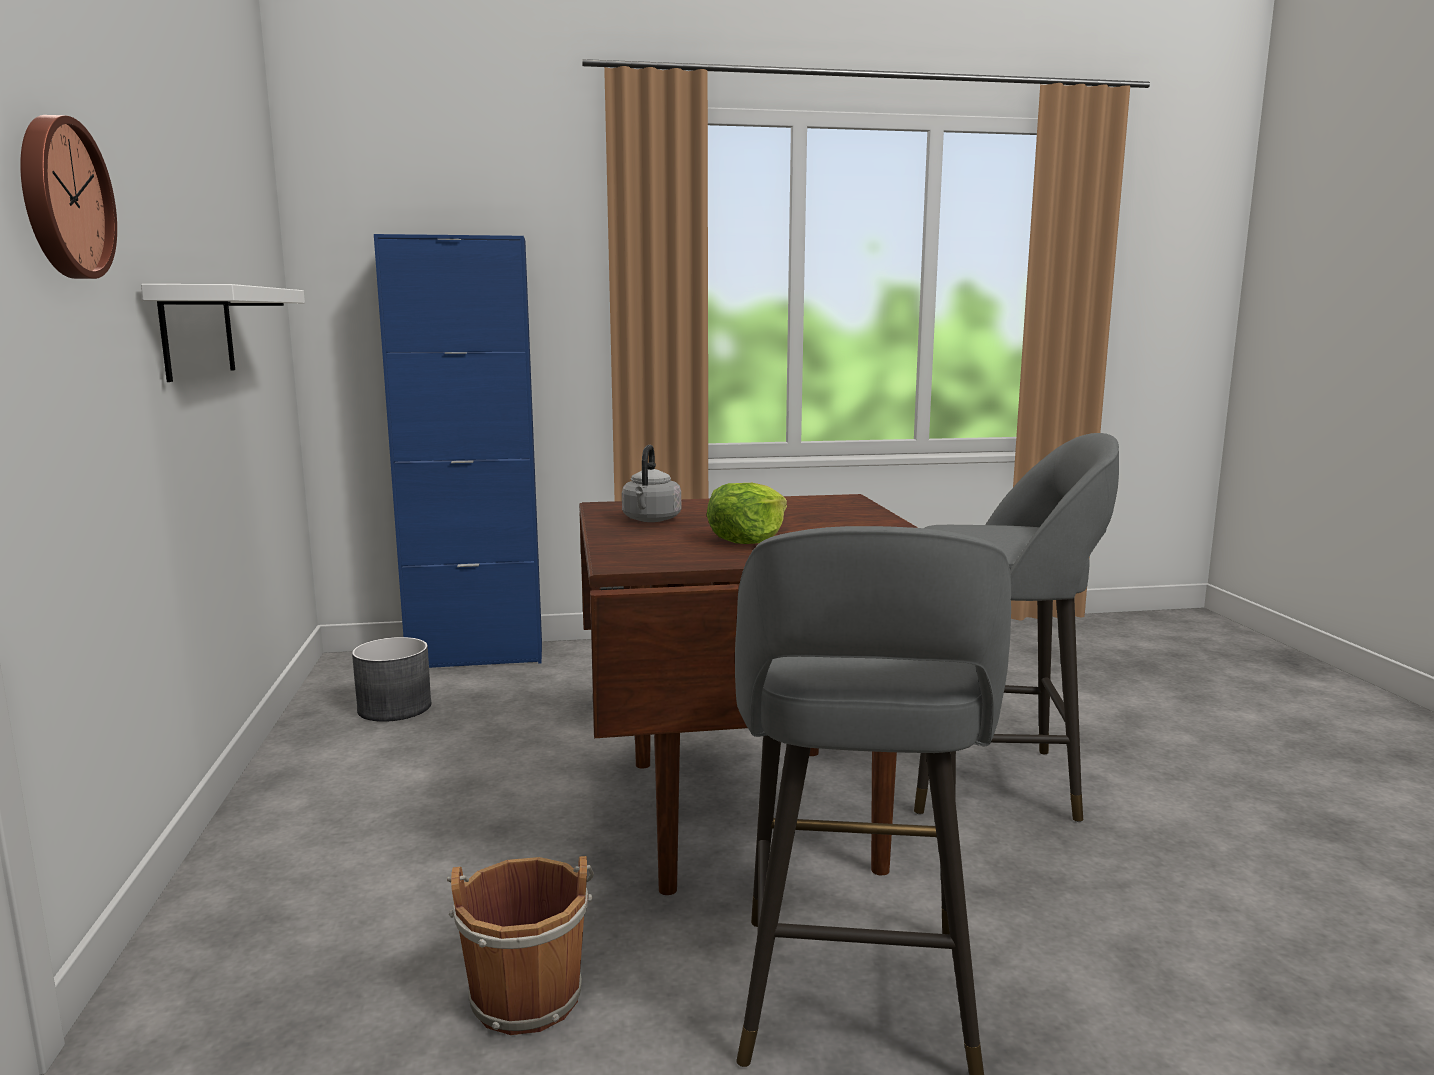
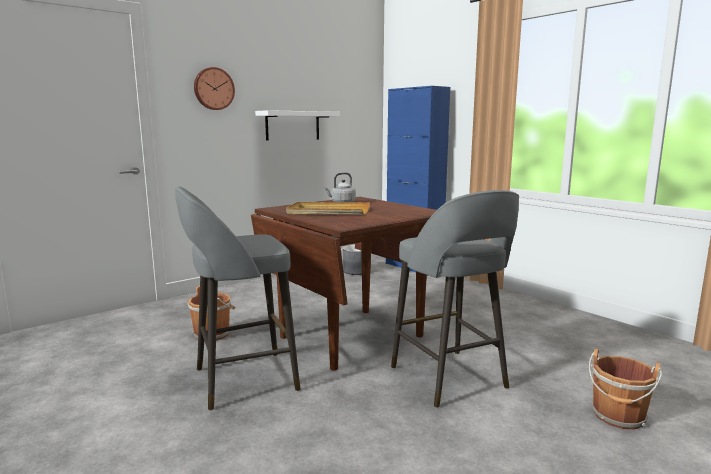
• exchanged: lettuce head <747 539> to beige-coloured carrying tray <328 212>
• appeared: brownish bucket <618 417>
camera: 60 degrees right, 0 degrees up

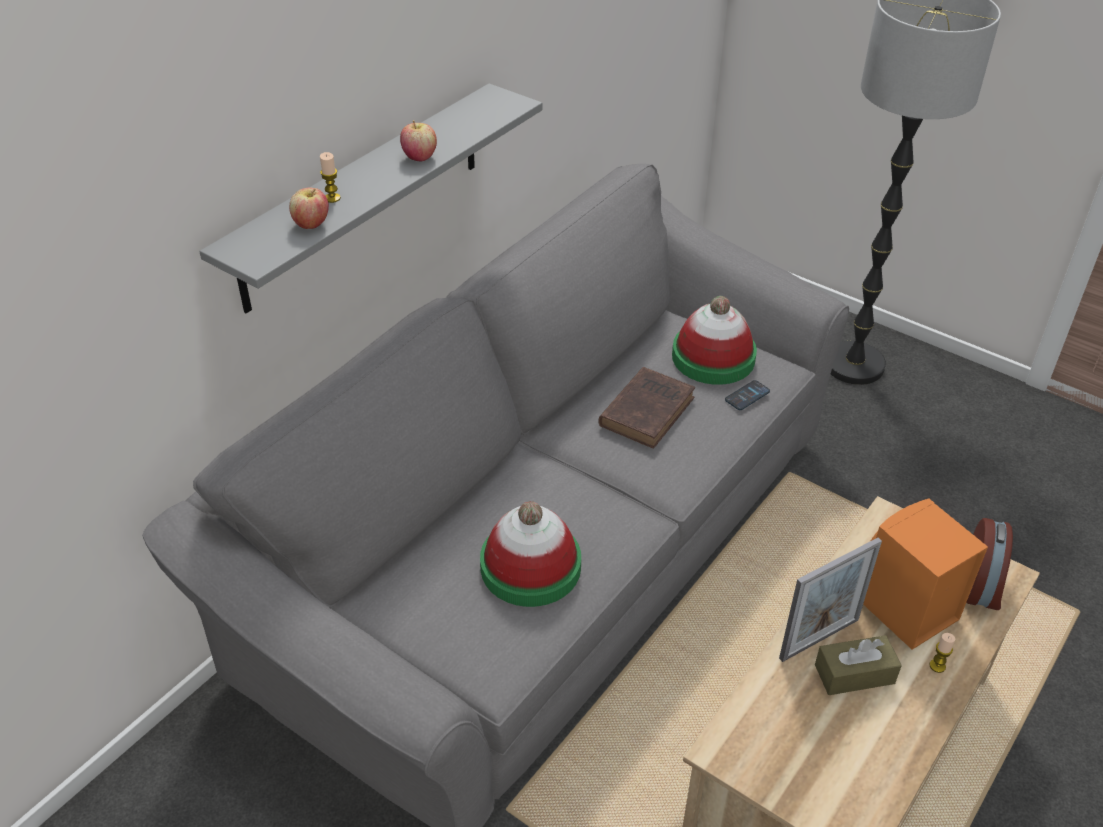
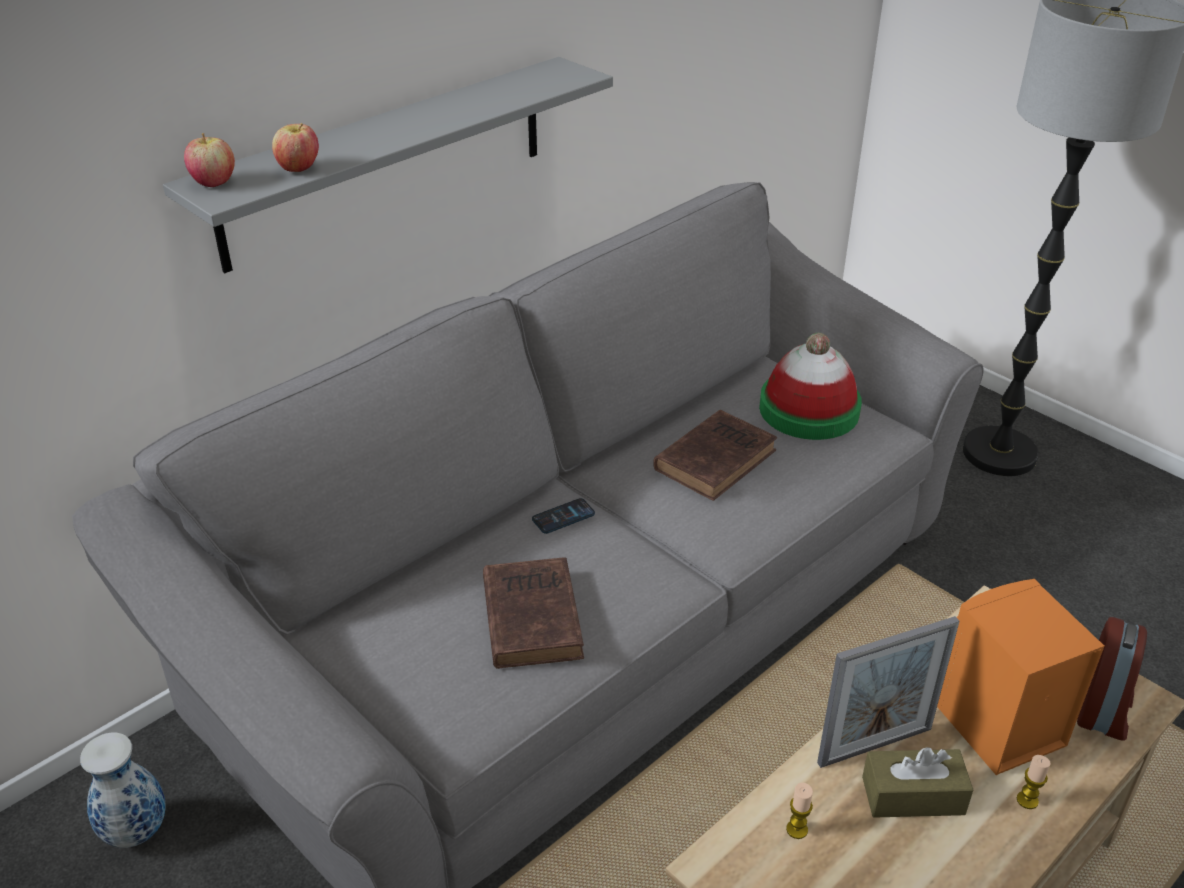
• relocated: wax candle <332 198> to <797 829>
• relocated: apple fruit <419 157> to <214 182>
• exchanged: clothing hat <530 566> to brownish volume <531 615>
• relocated: phone <747 396> to <563 517>
• appeared: vase <135 831>
camera: 10 degrees right, 5 degrees down

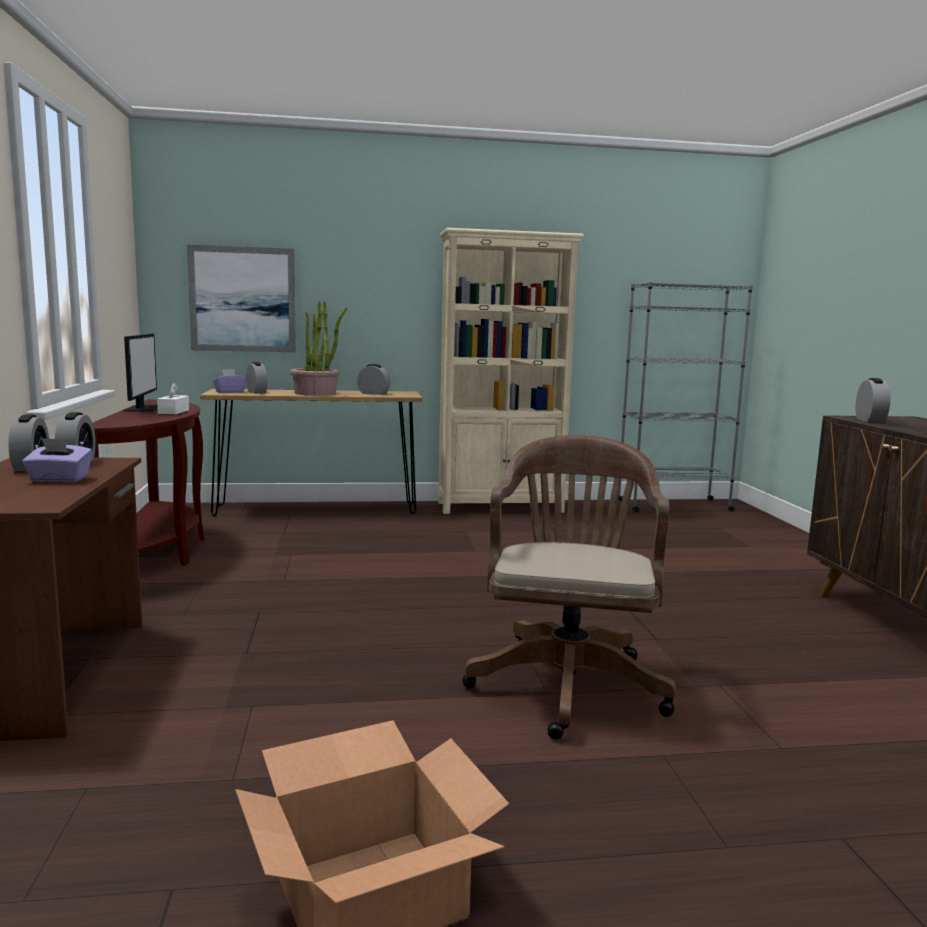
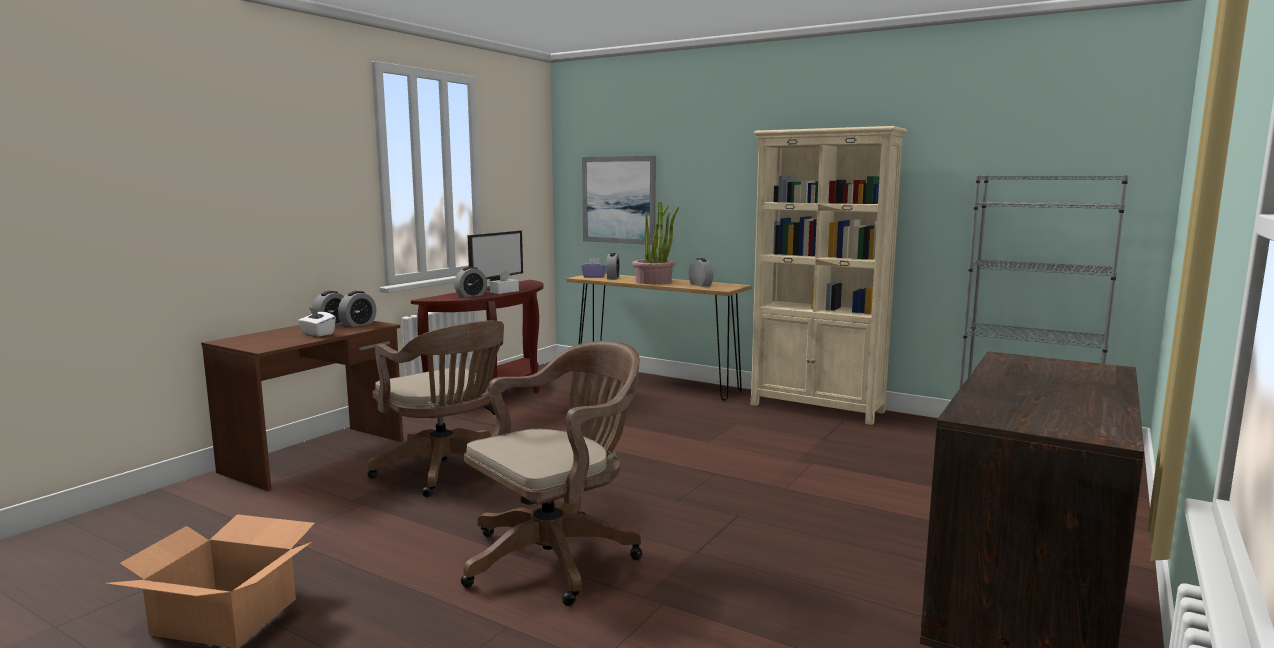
• colour: purplish box of tissues <59 479> to white box of tissues <317 334>
• relocated: alarm clock <870 420> to <471 295>
• appeared: brownish computer chair <446 471>
camera: 40 degrees right, 0 degrees up

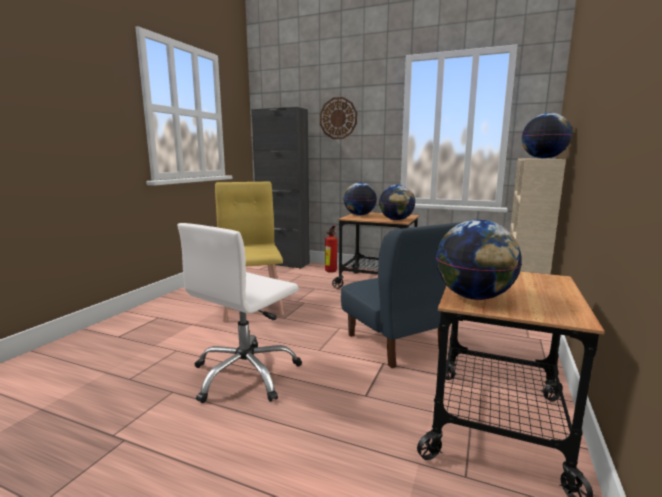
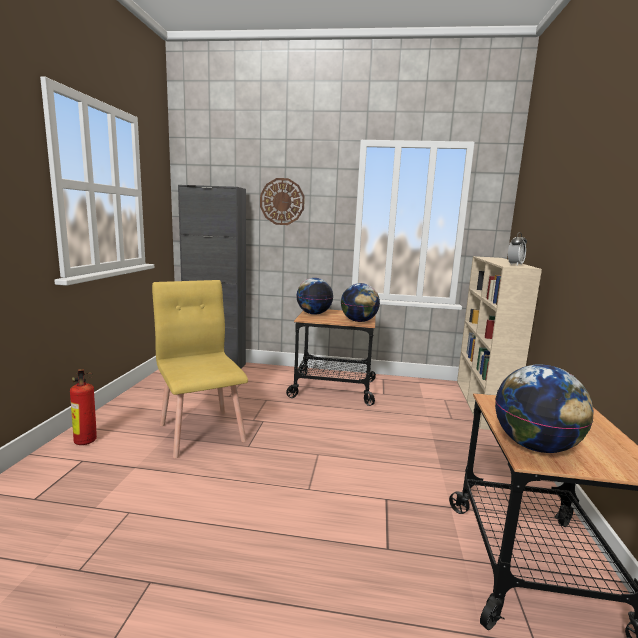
• missing: white computer chair <246 374>
• relocated: fire-fighting cylinder <331 272> to <85 443>
• missing: blue-coloured upright chair <395 343>
• exchanged: world globe <543 158> to alarm clock <515 265>
camera: 15 degrees left, 0 degrees up

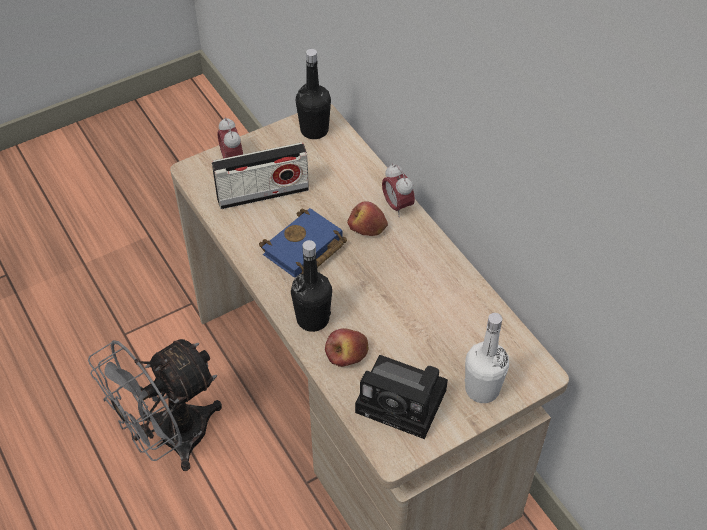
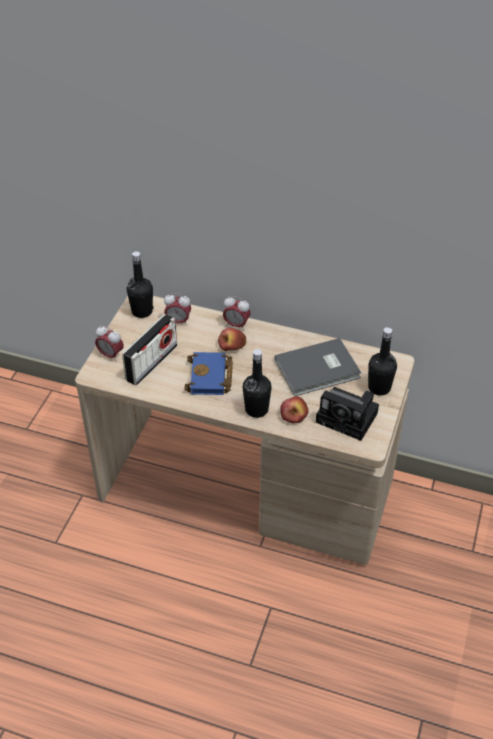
• missing: gray cooling fan <170 439>
• spun: still camera <405 402> = <349 418> 45 degrees clockwise
• colour: white bottle <482 389> to blackish bottle <379 387>
• appeared: alarm clock <178 321>
• appeared: gray volume <319 370>
camera: 40 degrees left, 5 degrees down

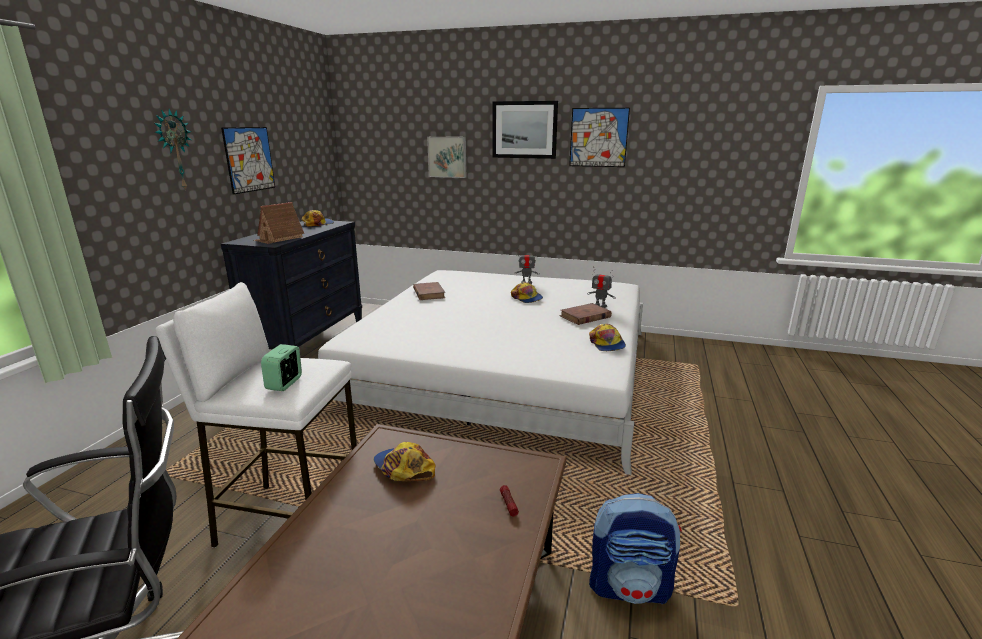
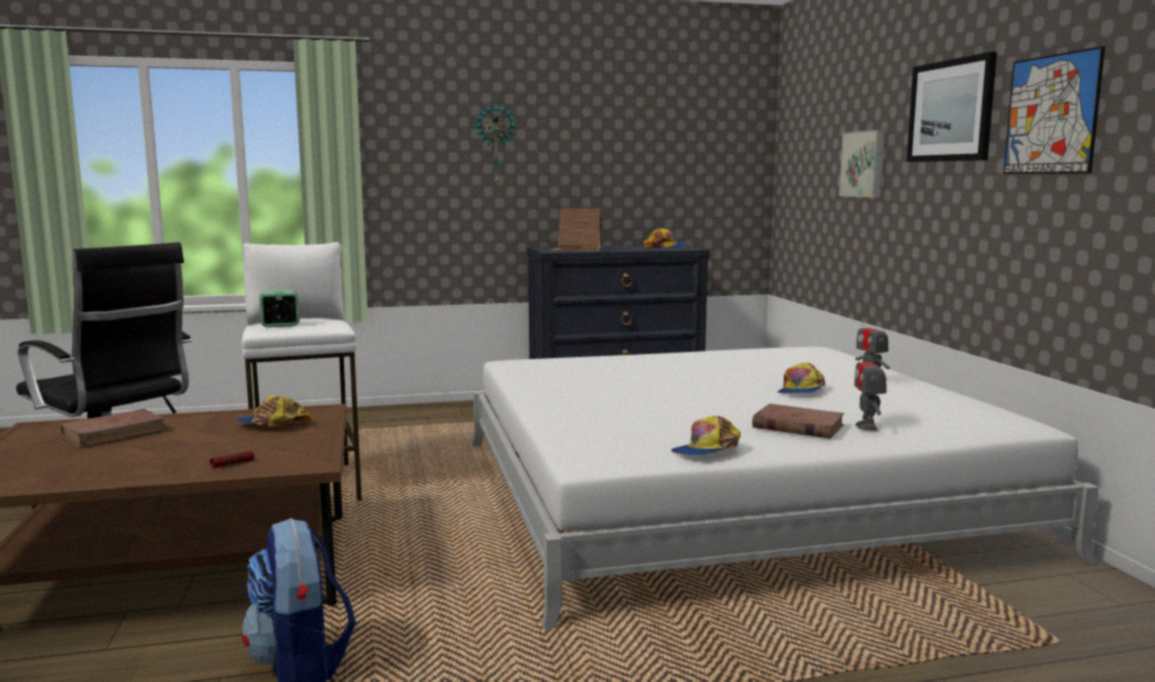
• missing: picture <249 159>
• spun: cap <403 468> = <272 425> 90 degrees counterclockwise
• relocated: brownish volume <429 293> to <114 433>
camera: 60 degrees right, 10 degrees down

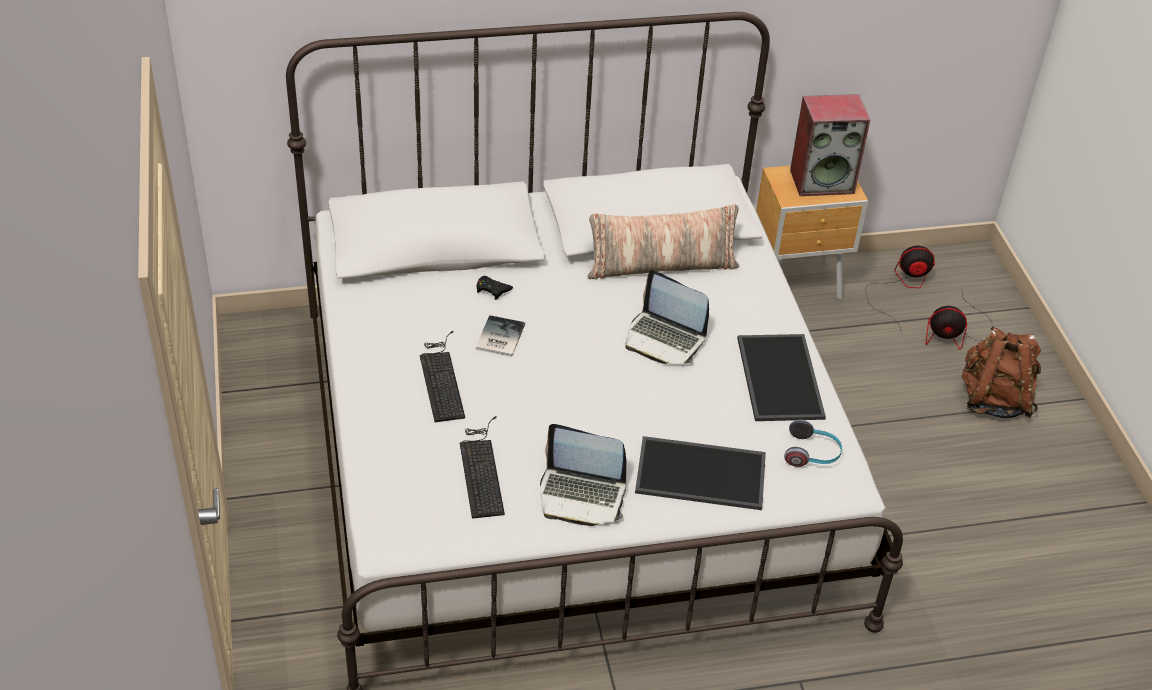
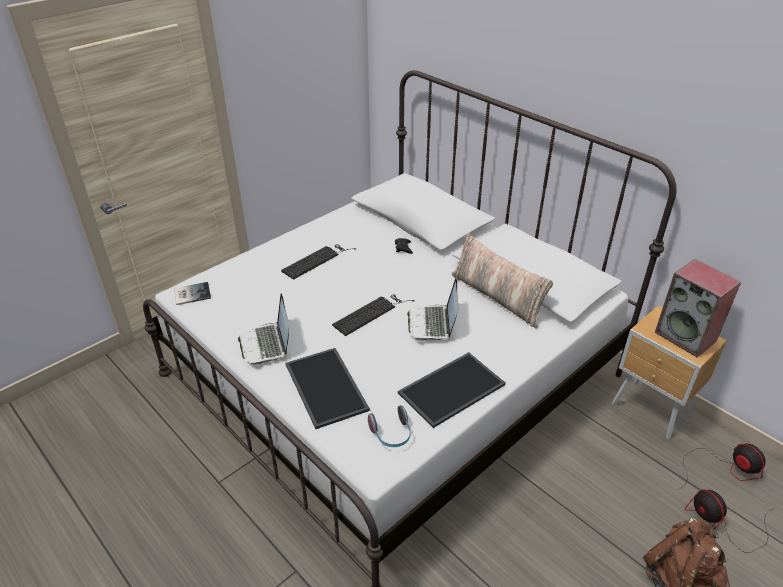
• relocated: PC keyboard <481 469> to <371 313>
• relocated: volume <498 337> to <191 293>
camera: 60 degrees right, 5 degrees down

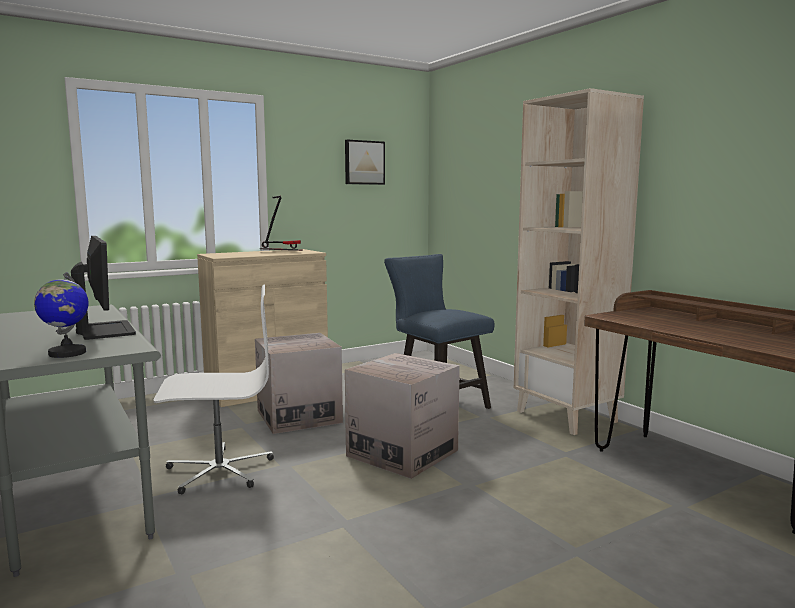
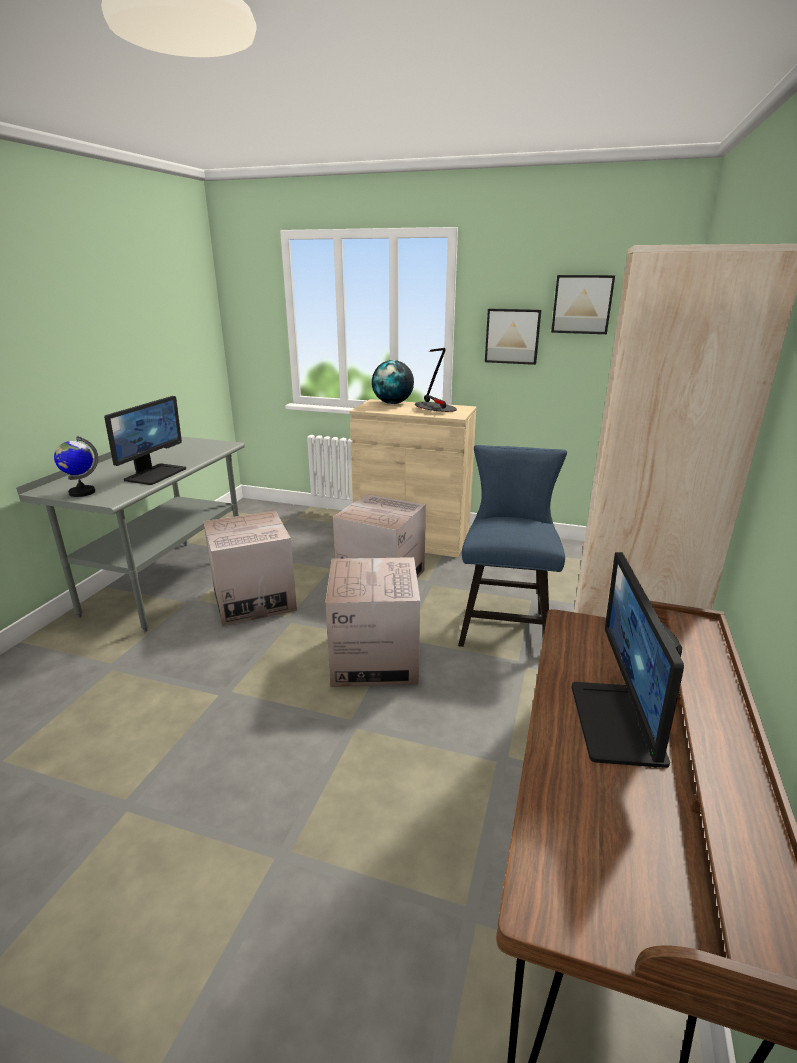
• exchanged: white computer chair <219 470> to packing box <254 600>
• appeared: world globe <393 403>
• appeared: picture <512 336>
• appeared: monitor <619 723>
camera: 50 degrees right, 15 degrees up

